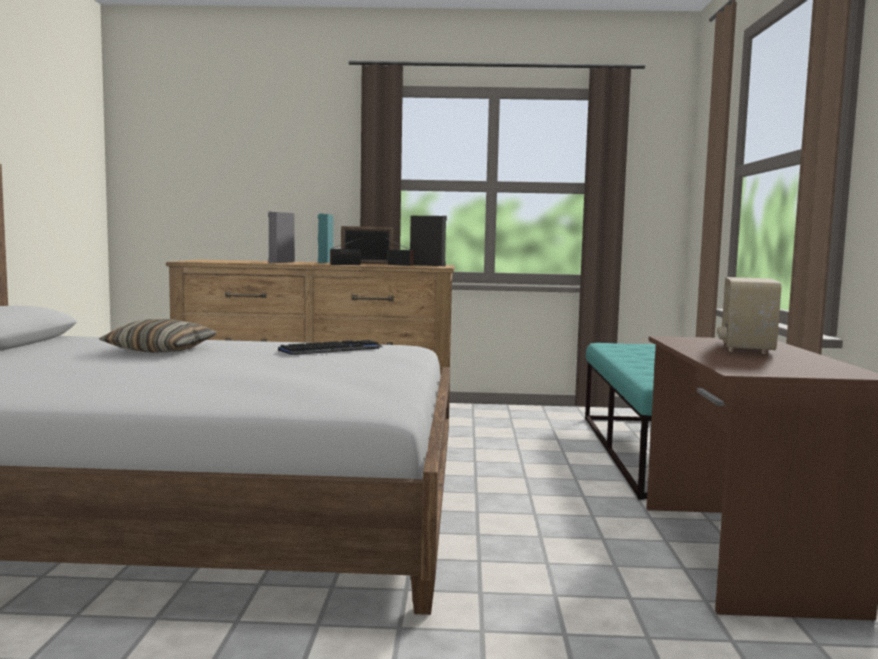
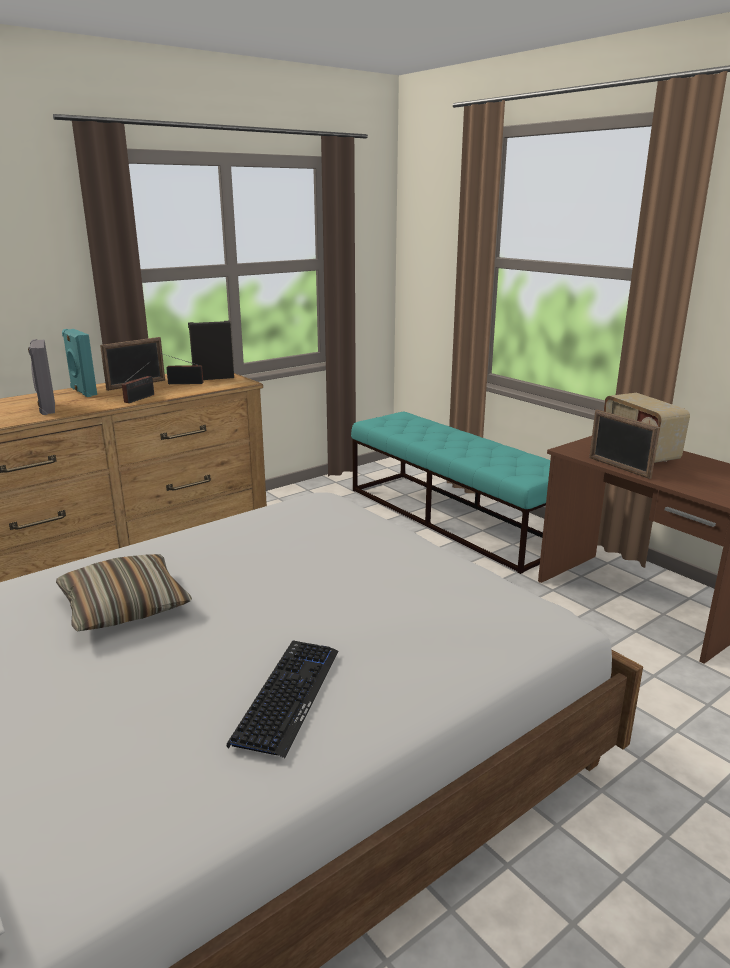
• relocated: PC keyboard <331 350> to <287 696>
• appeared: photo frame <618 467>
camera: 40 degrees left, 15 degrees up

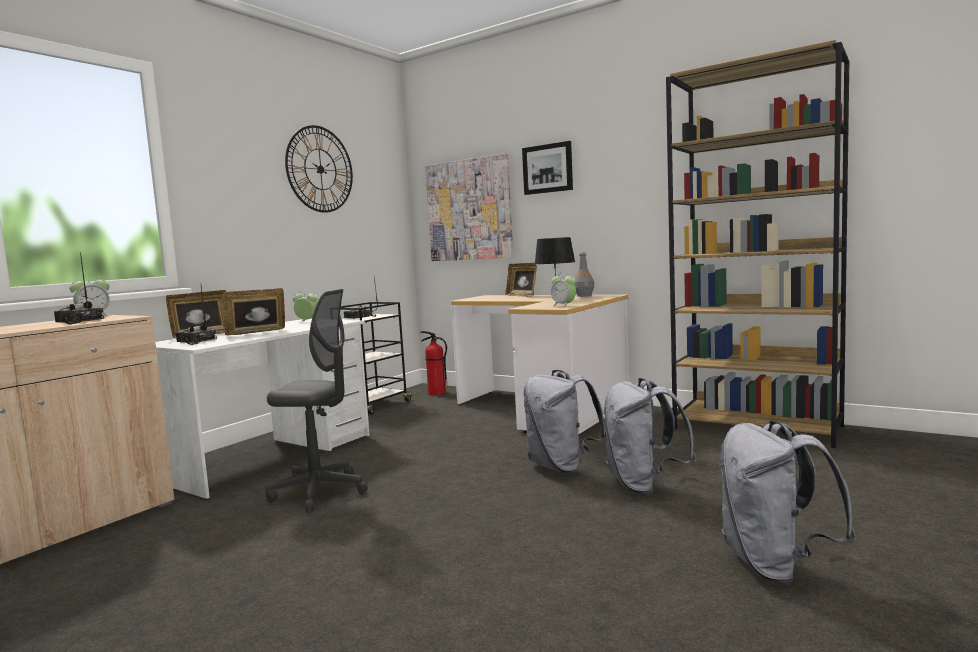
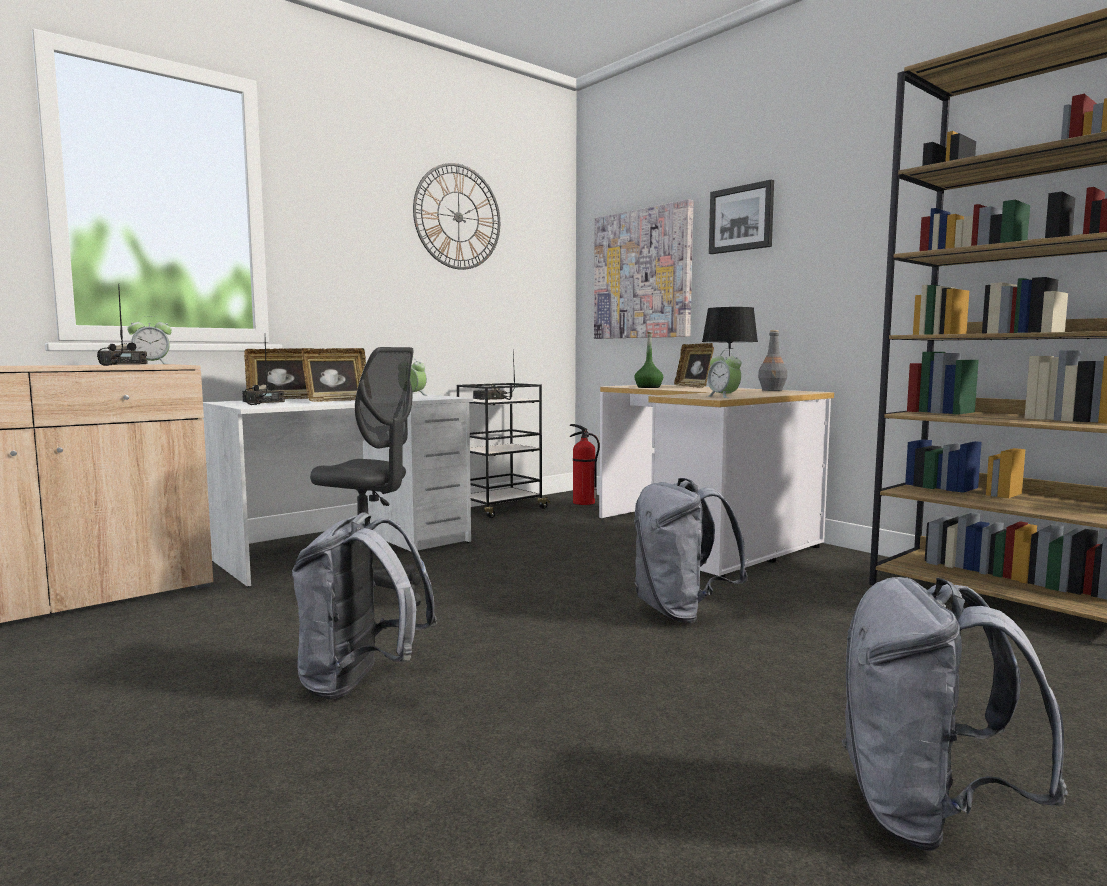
• spun: photo frame <257 333> = <337 400> 150 degrees clockwise
• relocated: gray knapsack <644 485> to <361 683>
• appeared: greenish bottle <648 387>
camera: 15 degrees right, 0 degrees up

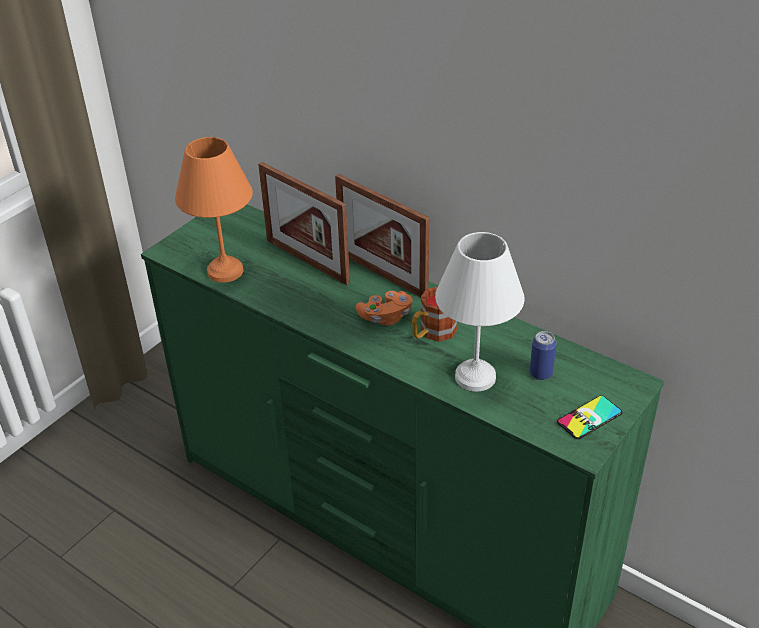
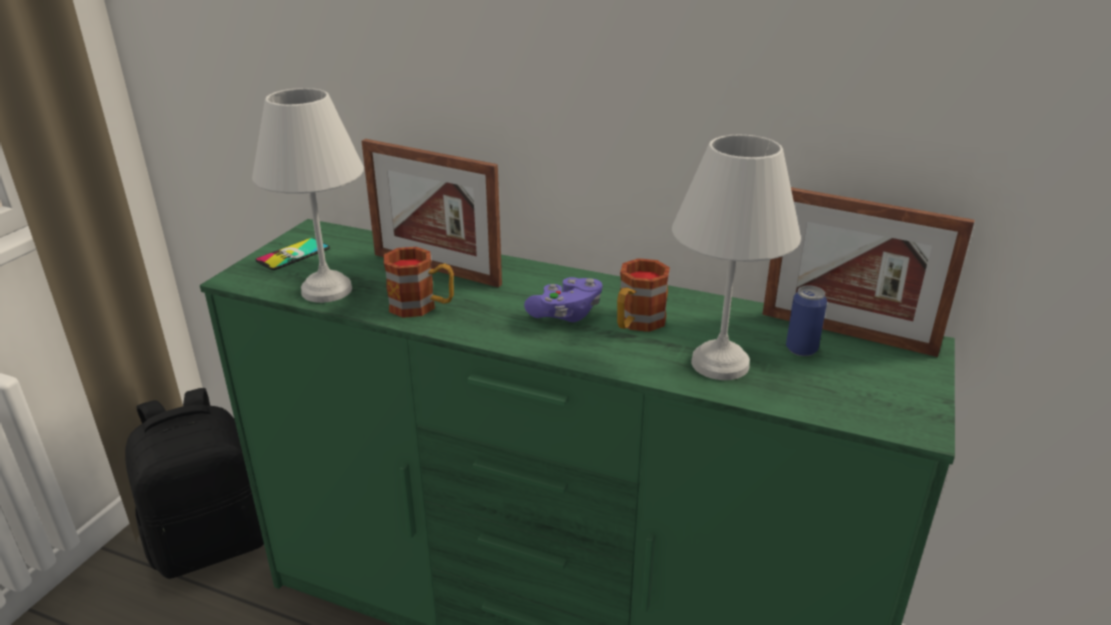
• colour: orangey table lamp <224 270> to white table lamp <324 290>
• relocated: photo frame <382 274> to <847 333>
• colour: orangey gamepad <385 317> to purplish gamepad <566 314>
• relocated: phone <589 417> to <293 255>
• appeared: blackish knapsack <212 543>
• appeared: coffee mug <422 306>
camera: 15 degrees left, 10 degrees down

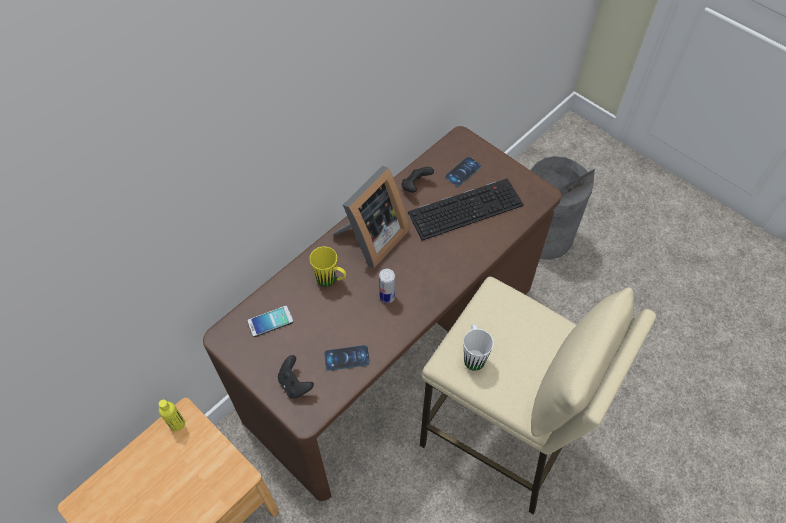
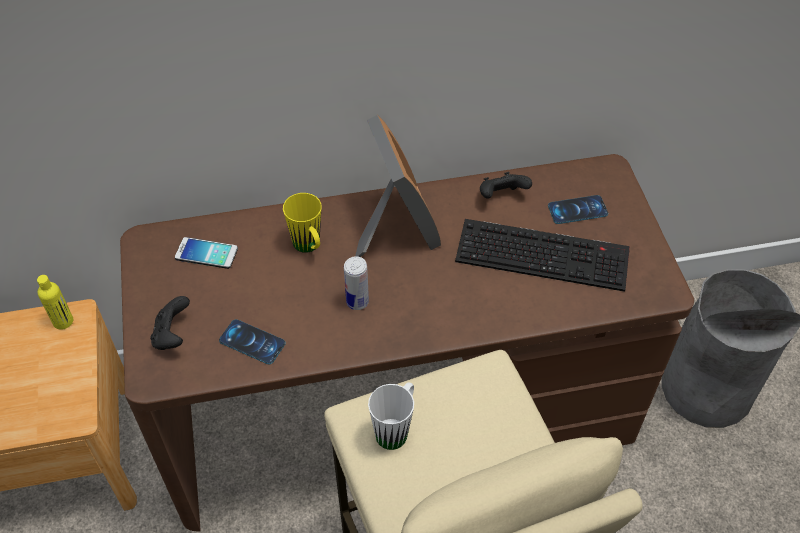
• spun: photo frame <371 239> = <395 227> 90 degrees counterclockwise
camera: 35 degrees right, 5 degrees down

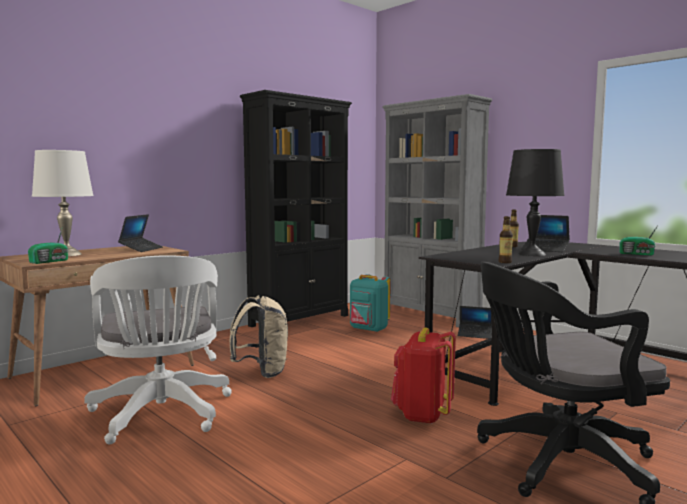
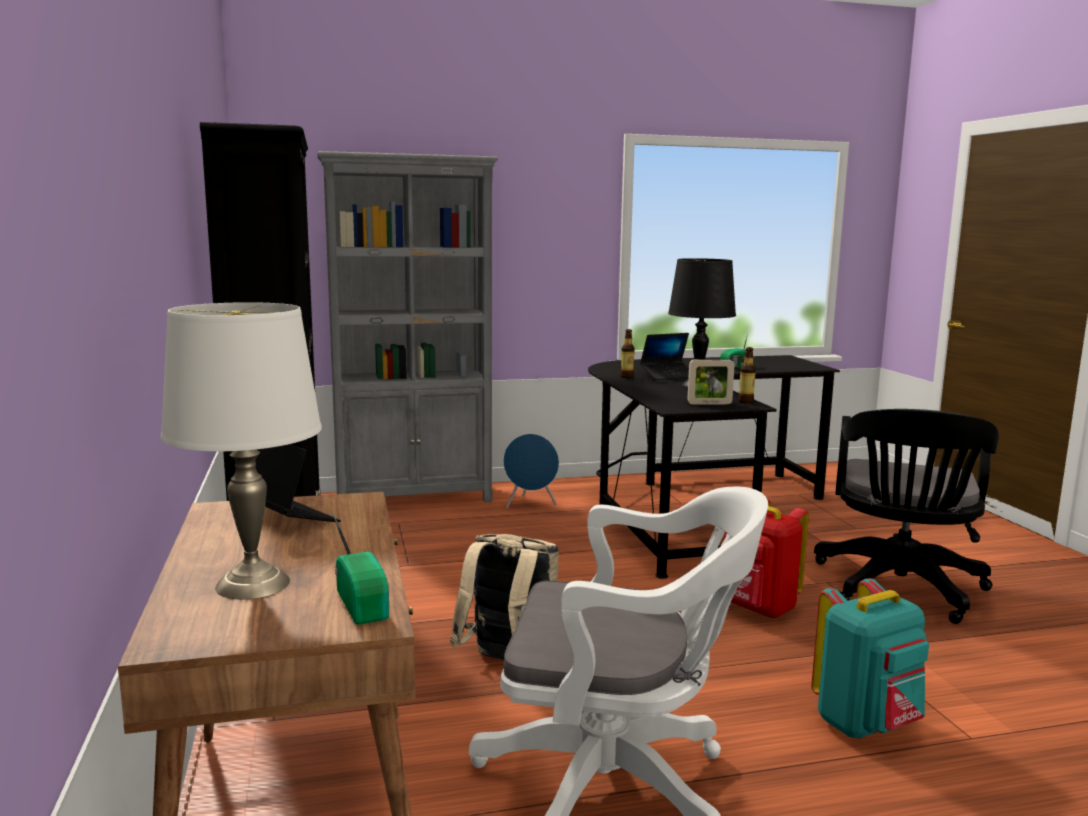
• relocated: turquoise-coloured knapsack <368 329> to <866 724>
• exchanged: portable computer <475 334> to blue-coloured speaker <530 504>
• appeared: photo frame <709 403>
camera: 60 degrees left, 5 degrees up

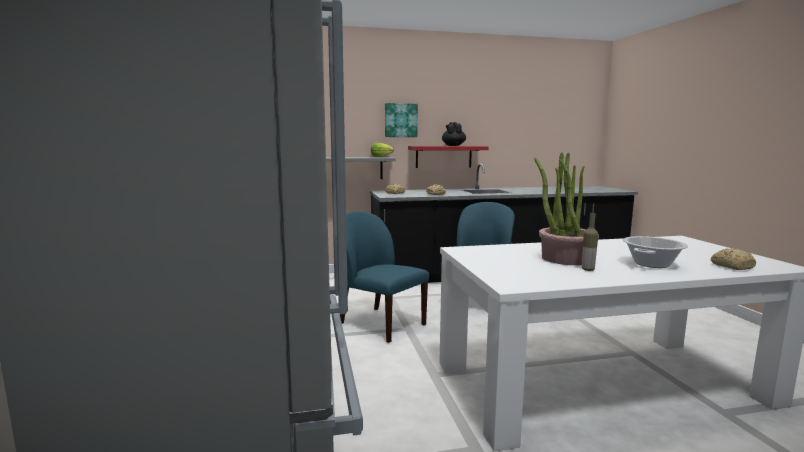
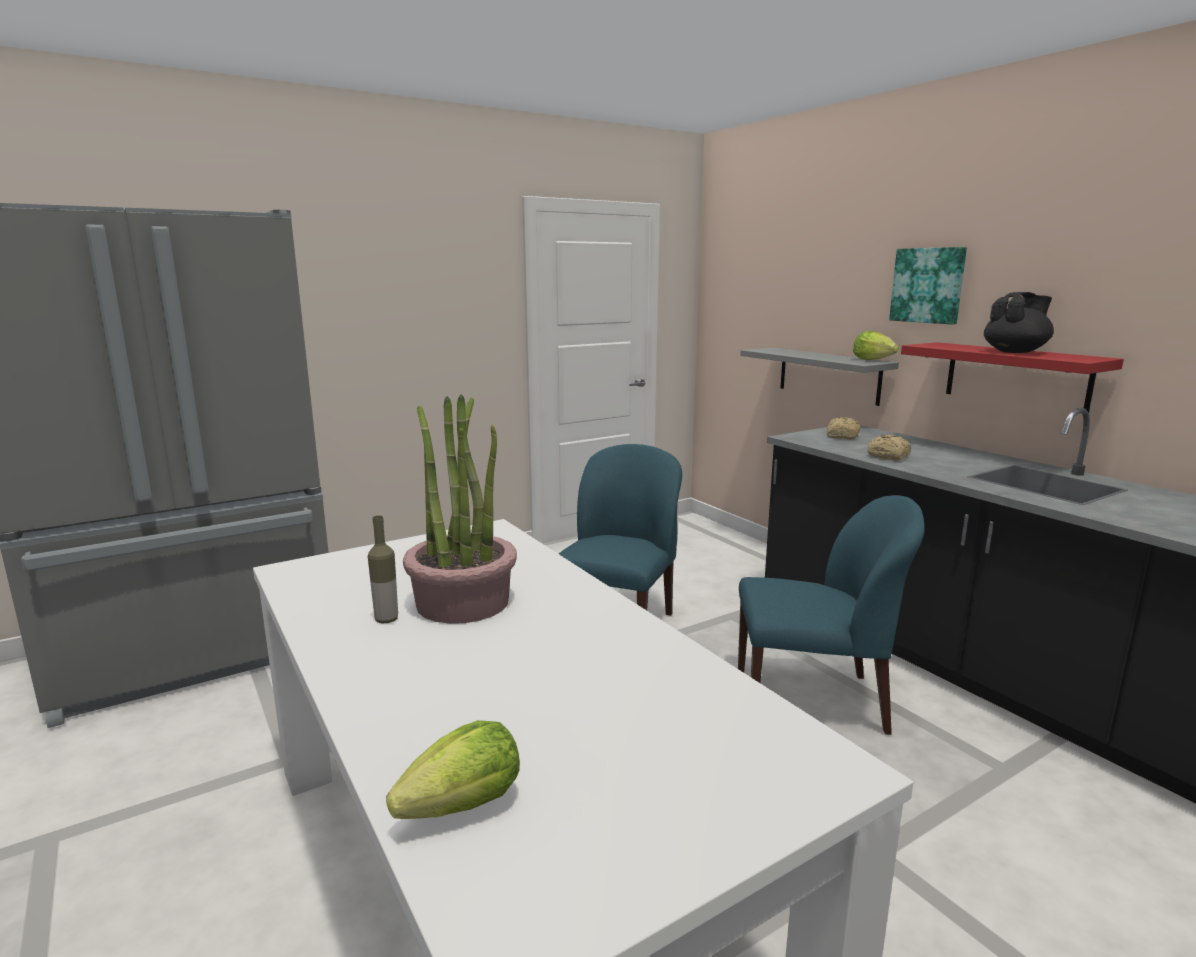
• missing: stockpot <652 264>
• exchanged: bakery bread <731 266> to lettuce head <464 806>
camera: 70 degrees right, 5 degrees up

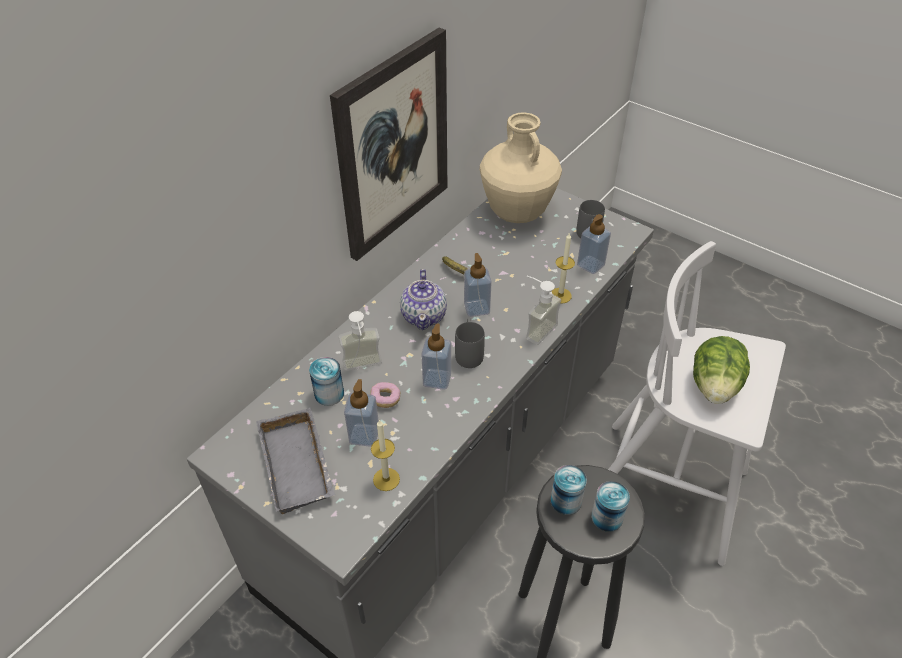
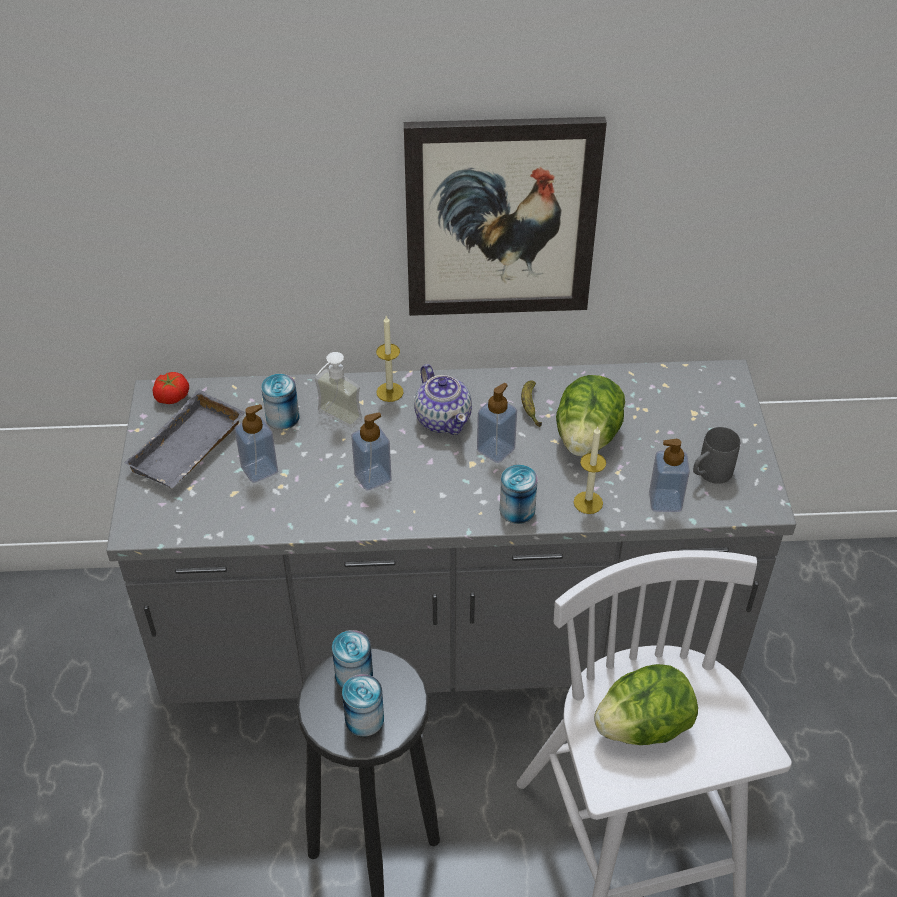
• missing: doughnut <385 399>
• relocated: wax candle <386 479> to <389 392>
• spun: tea pot <424 315> = <443 419> 75 degrees counterclockwise
• missing: gray coffee mug <469 352>
• missing: beige-coloured vase <517 214>
• exchanged: soap bottle <535 328> to metal can <517 509>
• appeared: tomato <171 396>
• appeared: lettuce head <587 438>
camera: 50 degrees right, 0 degrees up

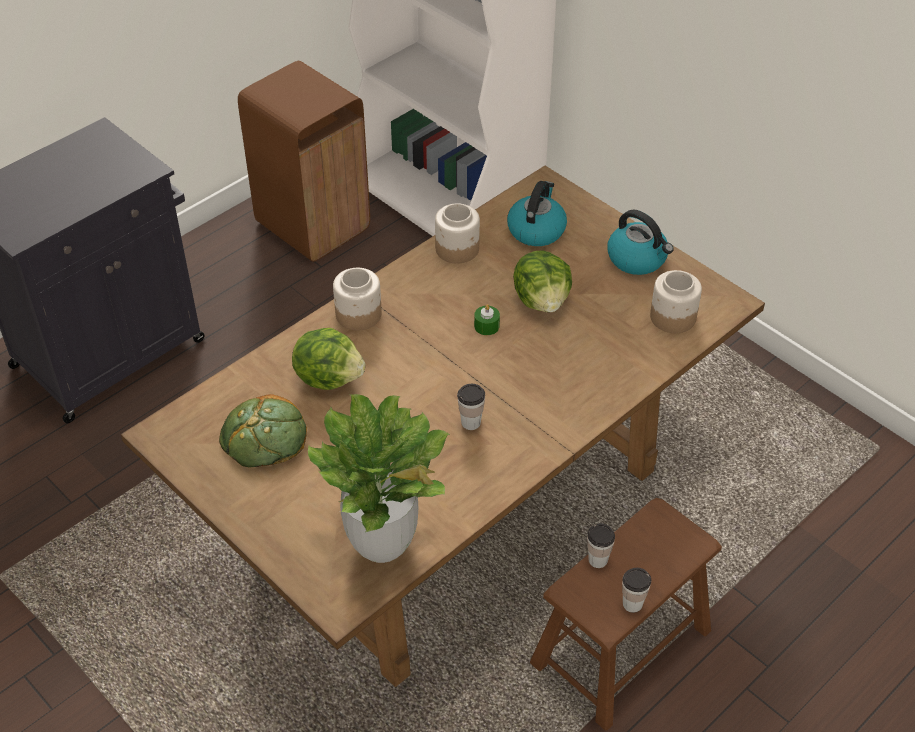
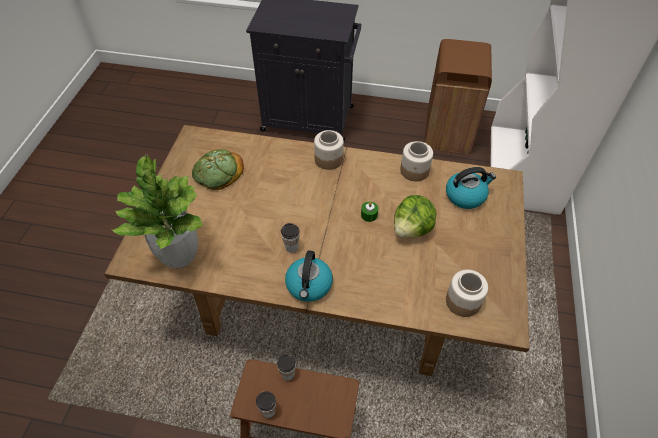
• missing: lettuce head <329 377>
• relocated: water kettle <638 259> to <309 285>
camera: 55 degrees right, 5 degrees up

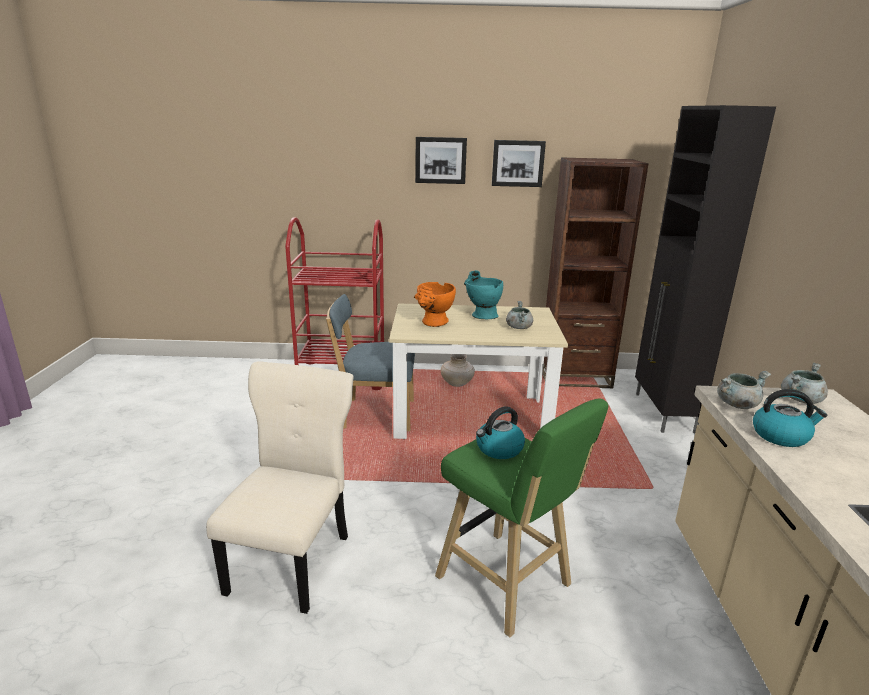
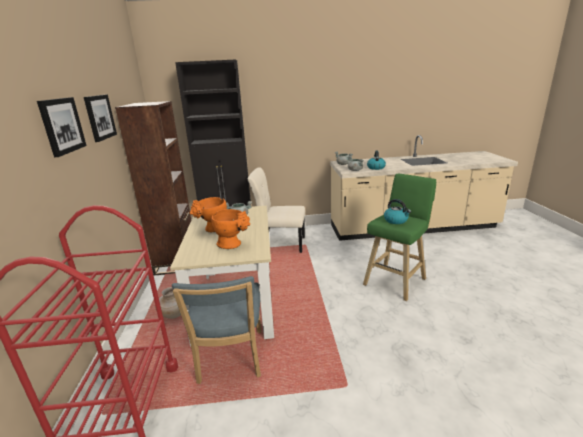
• relocated: beige-coloured upright chair <293 560> to <280 244>
• colour: turquoise-coloured vase <481 315> to orangey vase <212 229>
camera: 95 degrees left, 0 degrees up

